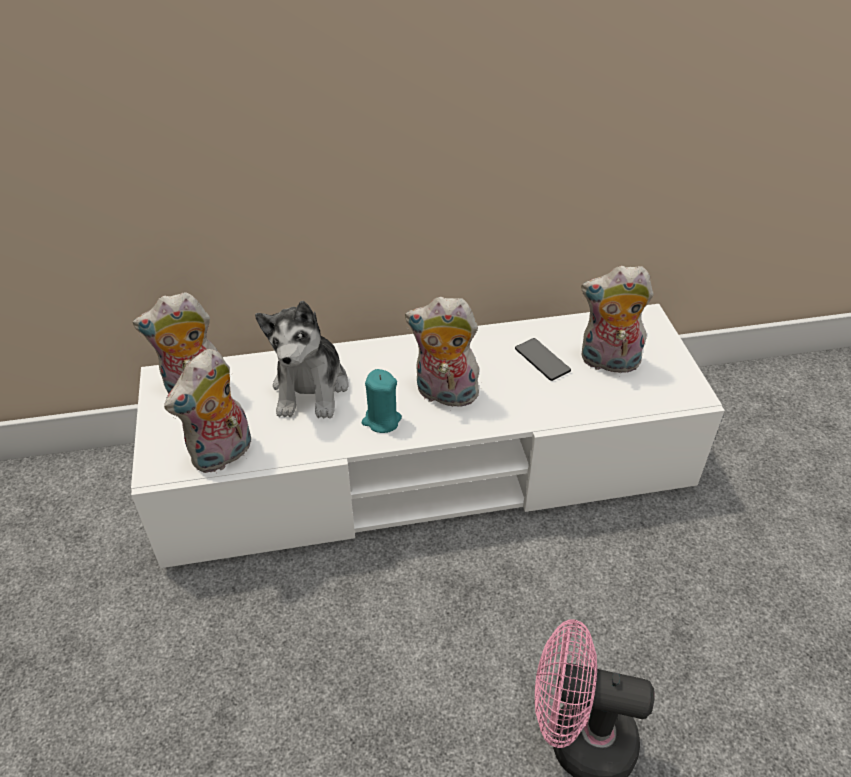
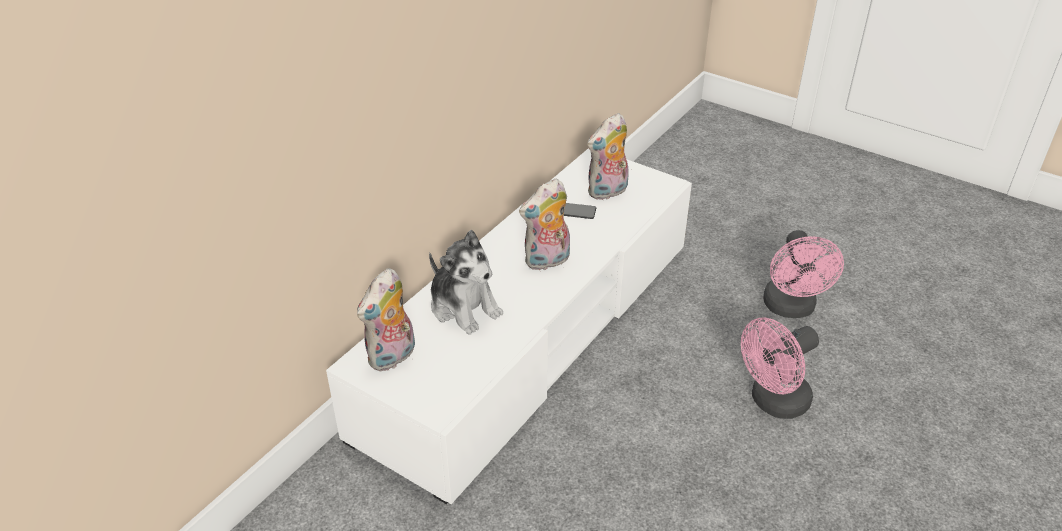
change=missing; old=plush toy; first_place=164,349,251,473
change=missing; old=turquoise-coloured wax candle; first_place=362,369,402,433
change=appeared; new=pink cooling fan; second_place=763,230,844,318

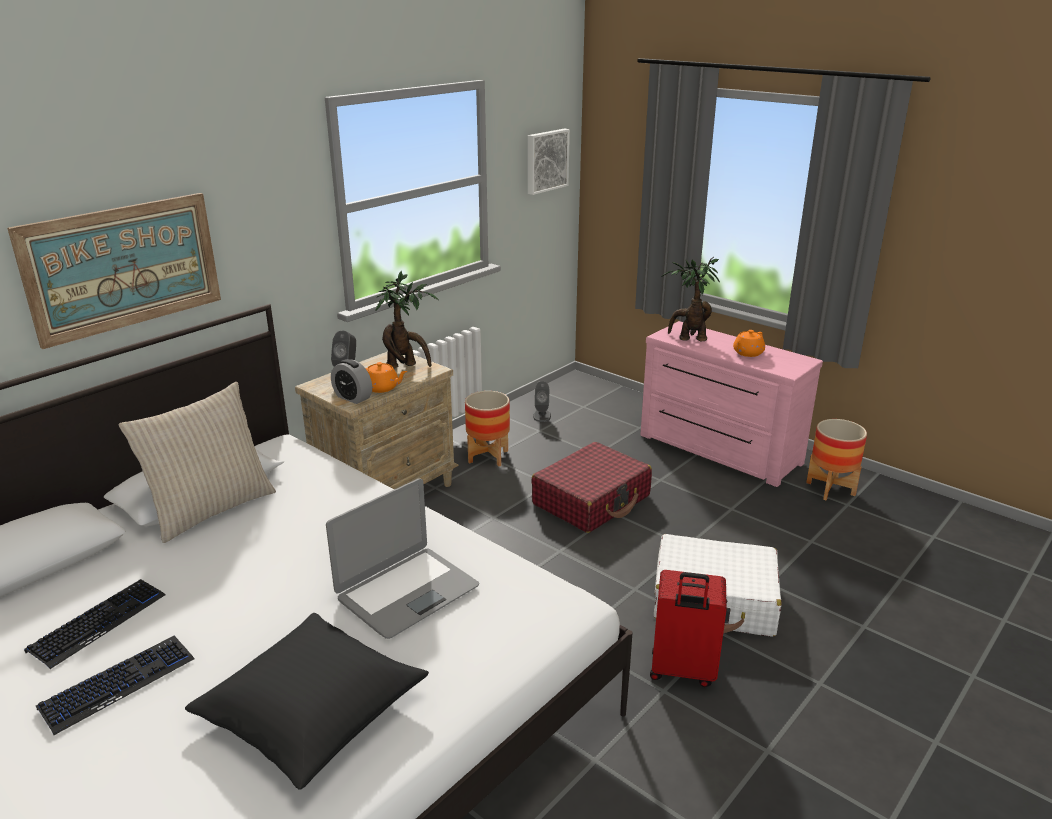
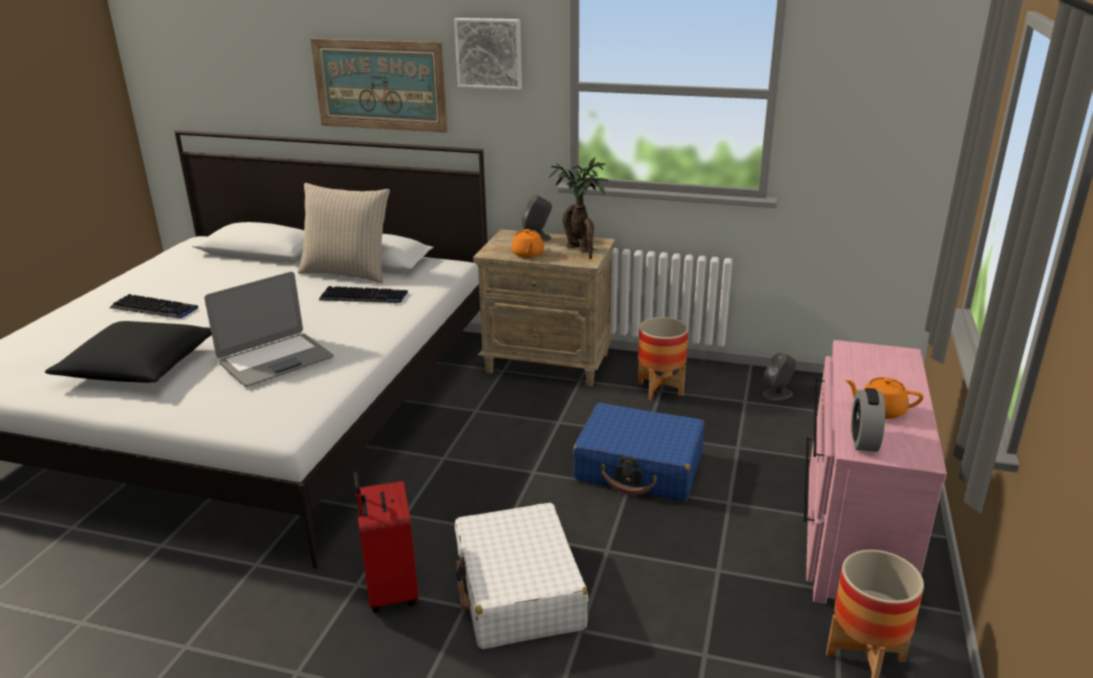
change=relocated; old=wall art; first_place=528,129,570,195; second_place=454,18,522,90
change=missing; old=houseplant; first_place=661,257,720,341
change=relocated; old=alarm clock; first_place=331,359,372,404; second_place=851,388,885,452
change=colour; old=reddish piece of luggage; new=blue piece of luggage; first_place=531,442,652,533; second_place=573,403,705,501
change=spun; old=notebook computer; first_place=326,478,479,639; second_place=204,272,333,387; degrees=-60
change=relocated; old=PC keyboard; first_place=24,579,165,669; second_place=319,286,408,303

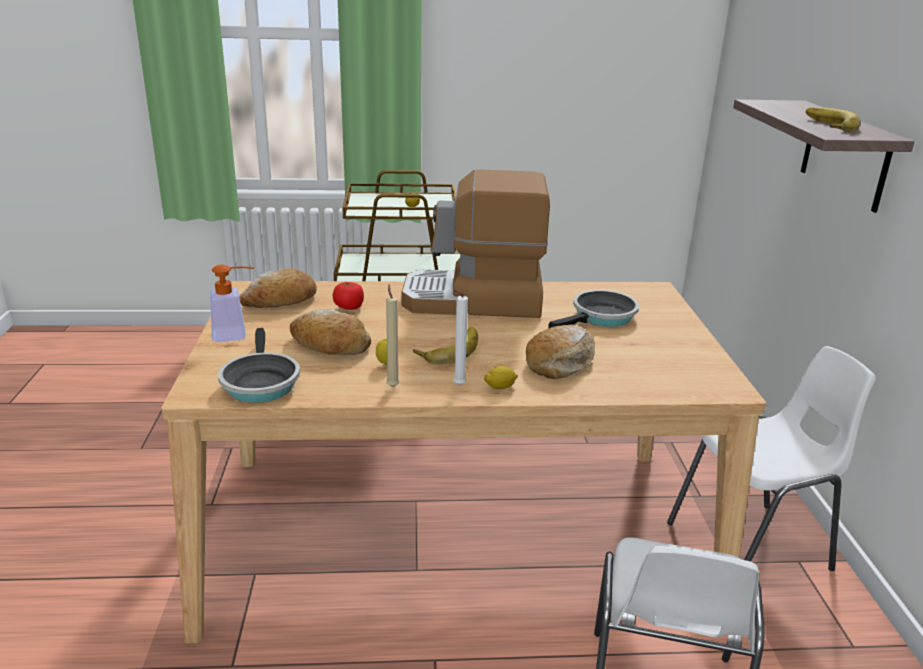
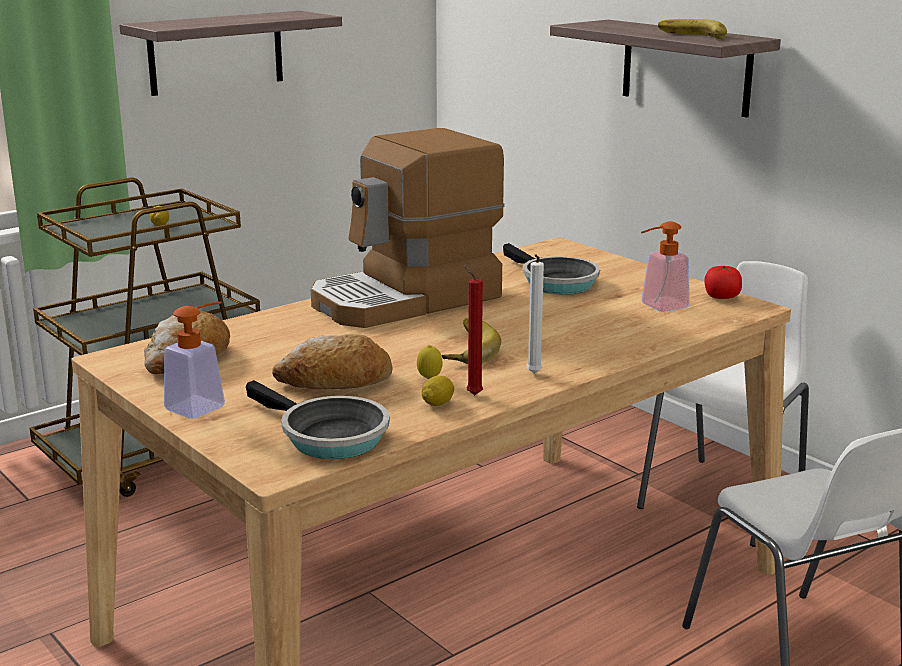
change=relocated; old=tomato; first_place=332,282,364,310; second_place=704,266,742,299
change=colour; old=beige-coloured wax candle; new=reddish wax candle; first_place=386,284,400,387; second_place=464,265,483,395
change=spun; old=frying pan; first_place=548,290,639,329; second_place=503,243,600,295; degrees=135
change=missing; old=bread; first_place=526,324,595,379
change=relocated; old=citrus fruit; first_place=484,366,518,389; second_place=421,376,454,406
change=appeared; new=bracket shelf; second_place=119,11,342,96
change=appeared; new=liquid soap bottle; second_place=641,221,690,312

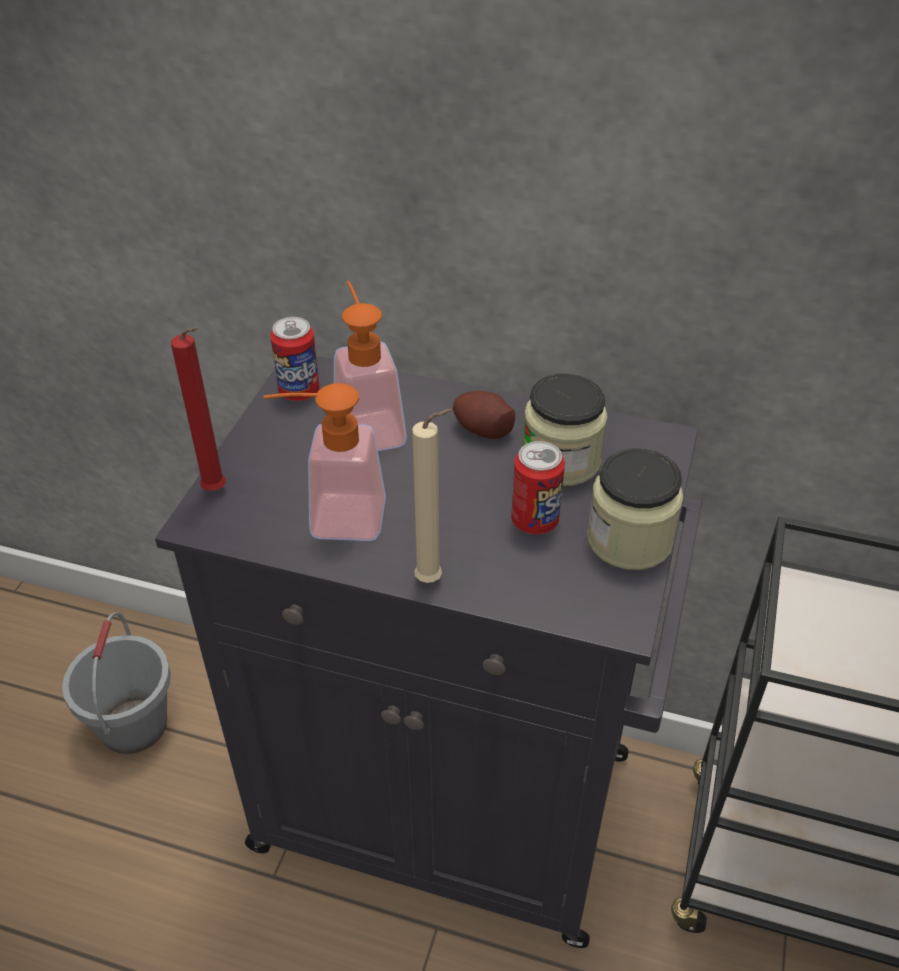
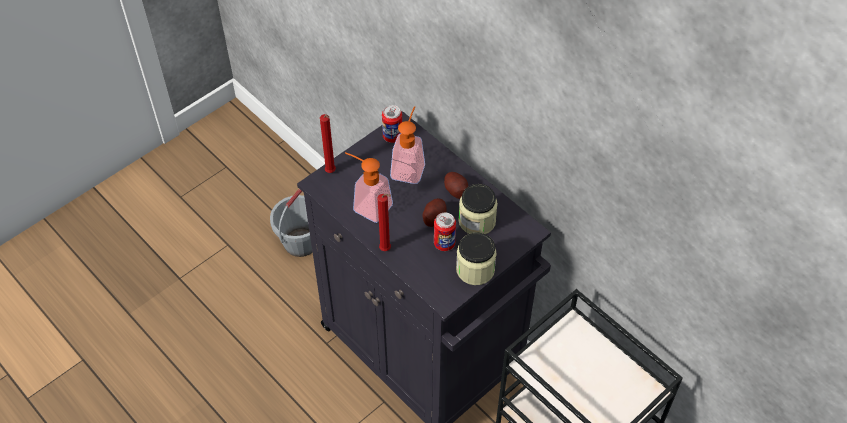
change=colour; old=beige-coloured wax candle; new=reddish wax candle; first_place=412,409,452,583; second_place=377,194,391,251
change=appeared; new=spud; second_place=423,198,447,227

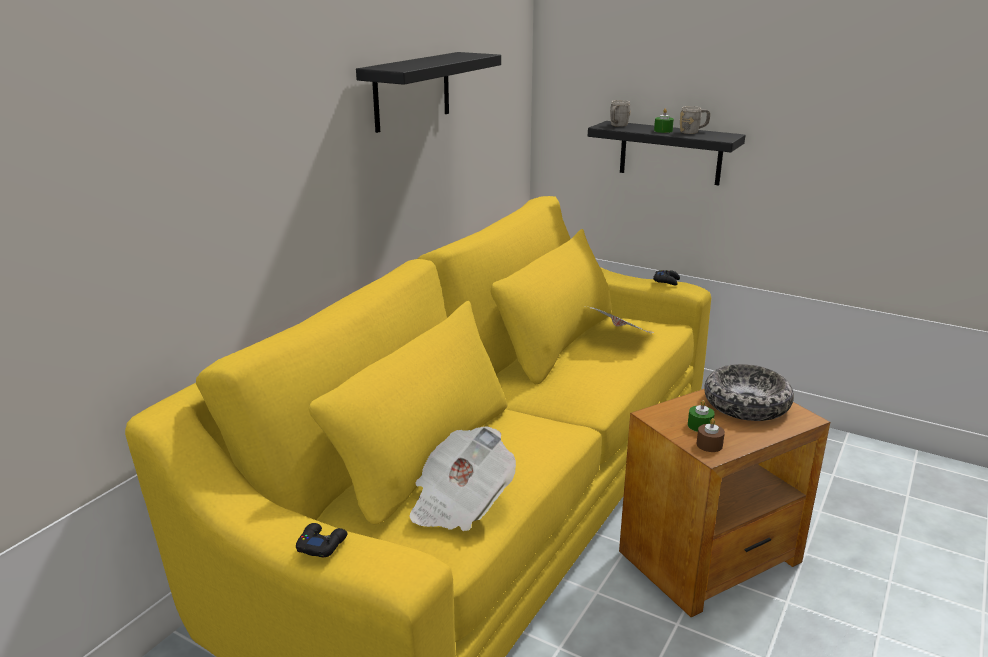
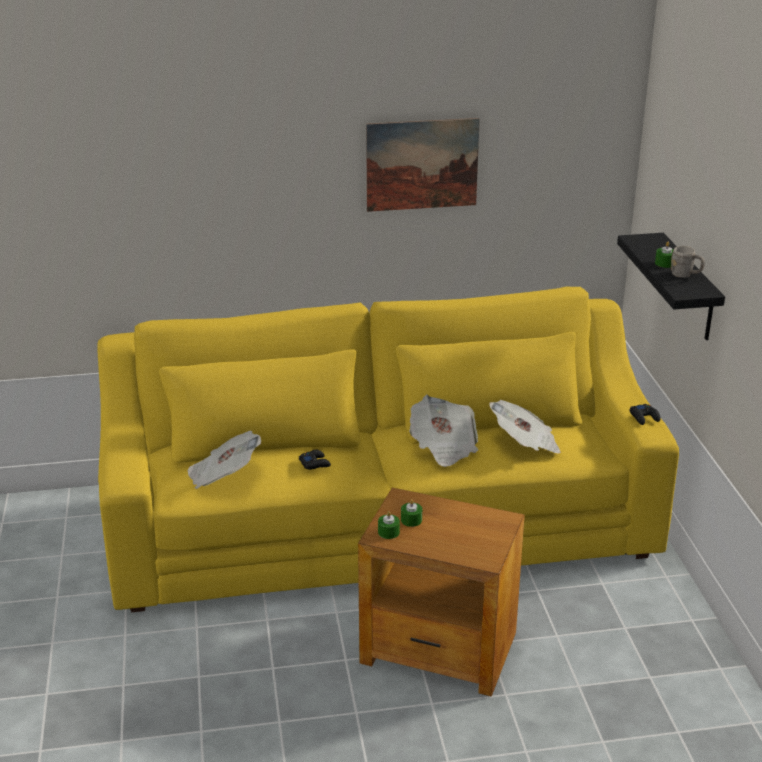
change=exchanged; old=black bracket shelf; new=wall art; first_place=356,52,501,133; second_place=366,118,480,212
change=missing; old=gray coffee mug; first_place=610,100,631,127
change=missing; old=serving bowl; first_place=704,364,794,421
change=colour; old=brownish wax candle; new=greenish wax candle; first_place=696,418,725,452; second_place=378,511,400,539
change=relocated; old=black game controller; first_place=296,523,347,558; second_place=299,450,331,470
change=appeared; new=daily paper; second_place=409,394,478,467

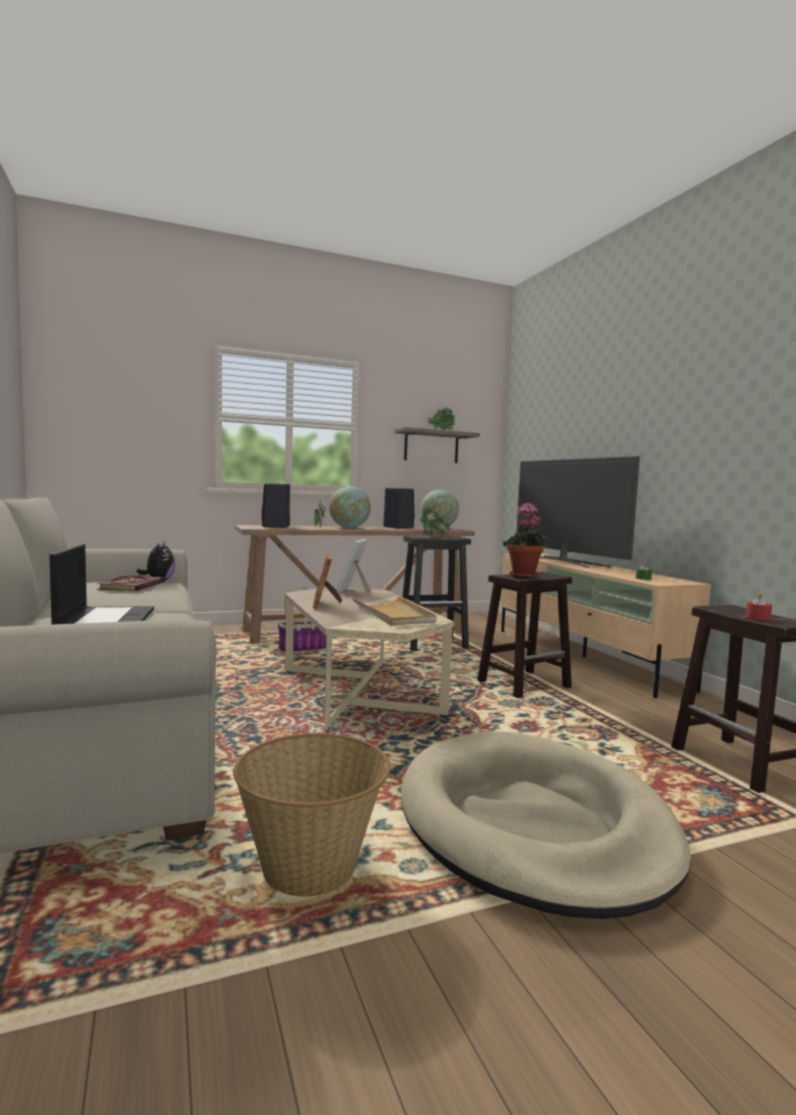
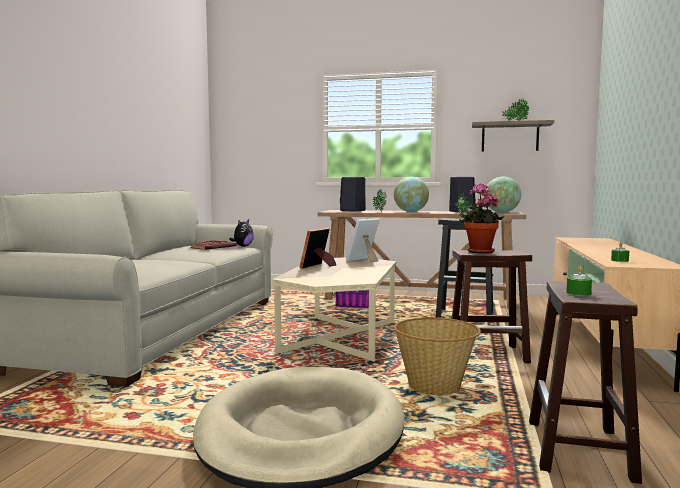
change=missing; old=TV; first_place=516,456,640,568
change=missing; old=notebook computer; first_place=49,544,154,625
change=colour; old=reddish wax candle; new=greenish wax candle; first_place=746,592,772,620; second_place=566,266,592,296
change=missing; old=beige-coloured tray; first_place=352,596,436,626
change=relocated; old=household basket; first_place=233,733,391,897; second_place=394,317,481,395

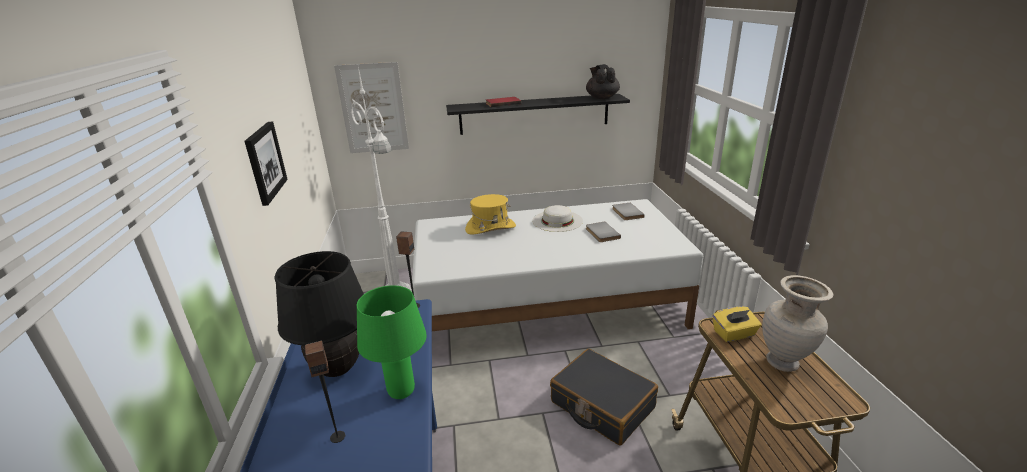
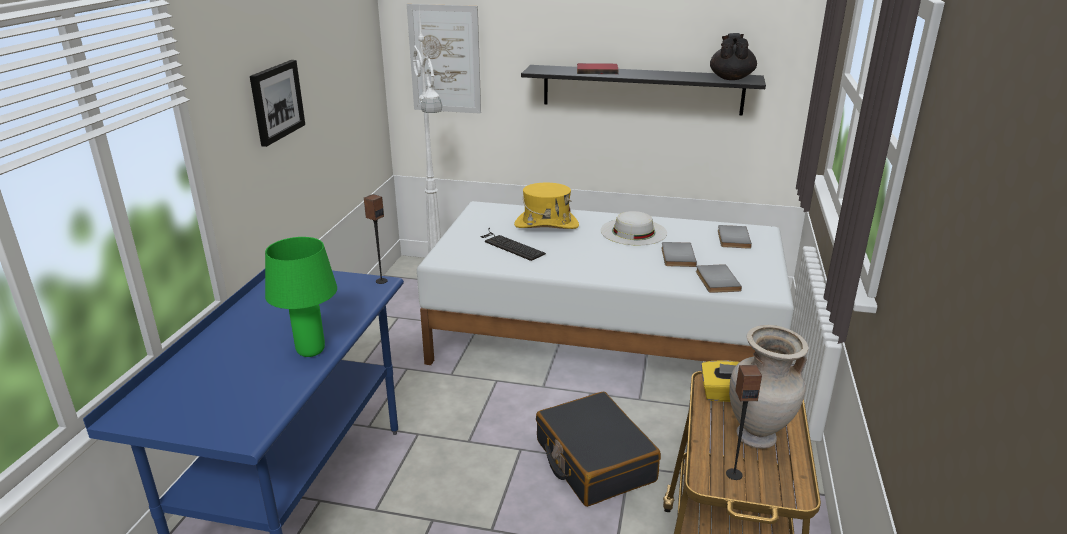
change=missing; old=black tabletop lamp; first_place=275,251,364,377
change=relocated; old=speaker; first_place=305,341,345,443; second_place=726,365,762,480
change=appeared; new=PC keyboard; second_place=480,228,546,261
change=appeared; new=gray bound book; second_place=696,264,742,293

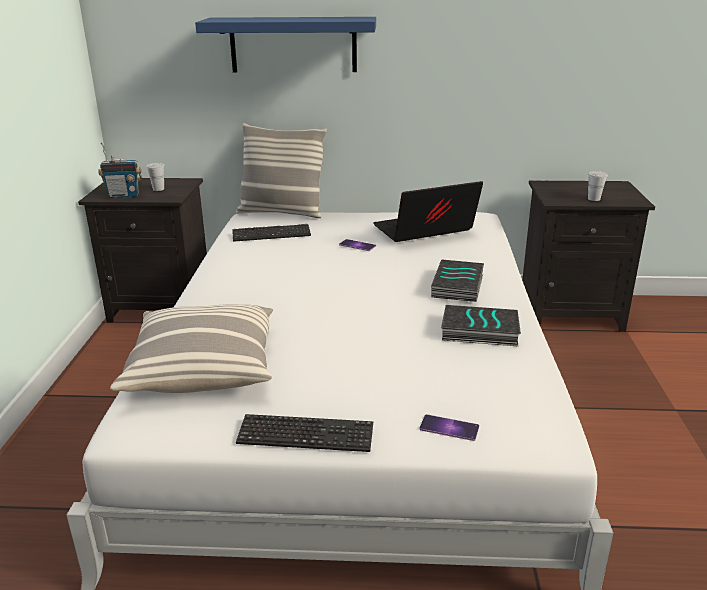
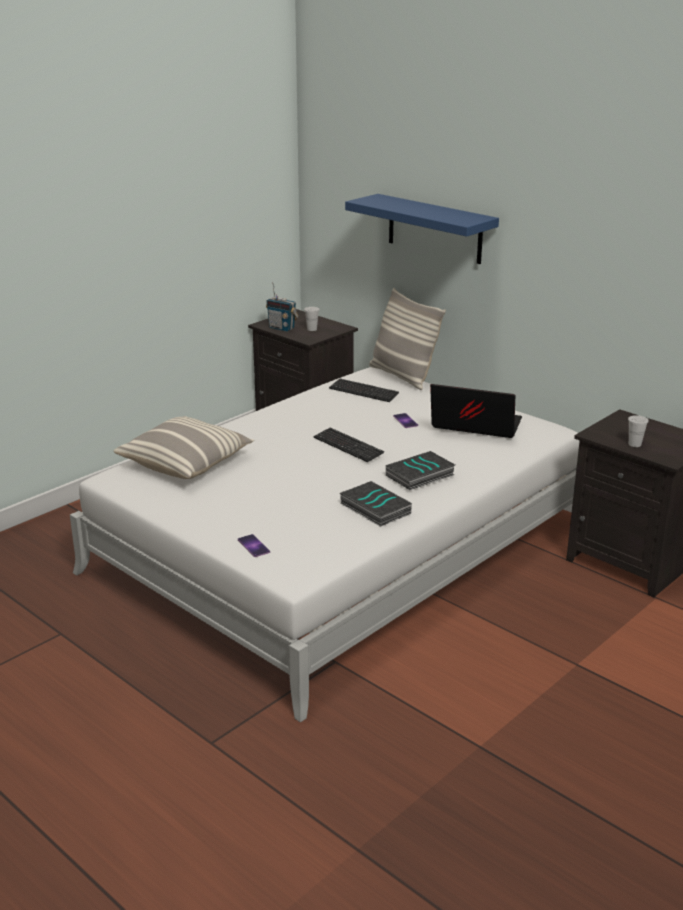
change=relocated; old=PC keyboard; first_place=236,414,373,452; second_place=314,428,384,462

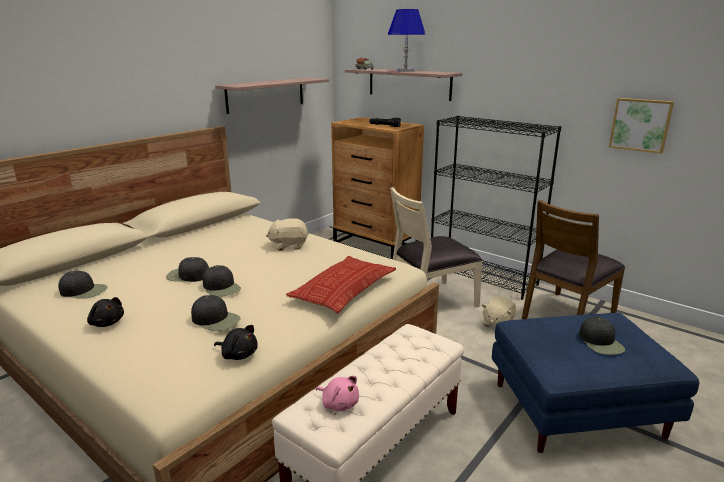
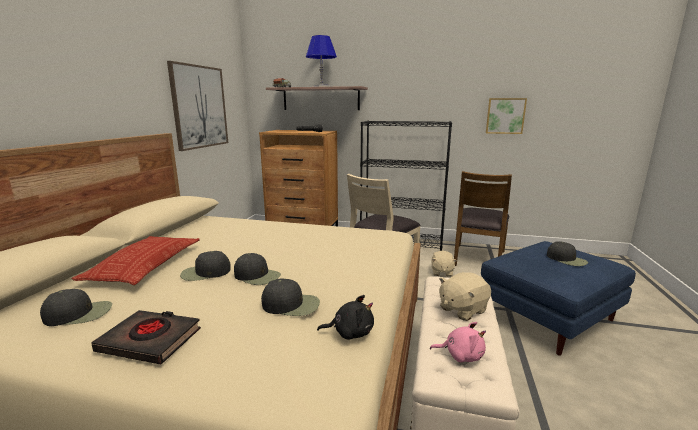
change=exchanged; old=bracket shelf; new=wall art; first_place=215,78,329,114; second_place=167,61,228,151
change=relocated; old=beige-coloured plush toy; first_place=266,218,309,251; second_place=439,272,491,321
change=relocated; old=pillow; first_place=286,256,396,313; second_place=72,236,199,285
change=exchanged; old=black plush toy; new=black bound book; first_place=87,297,124,327; second_place=91,310,201,364

